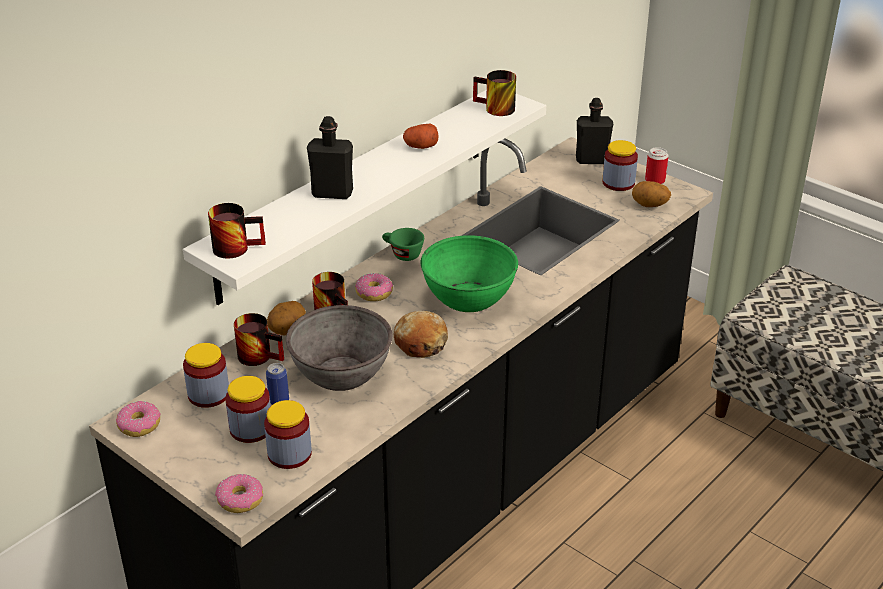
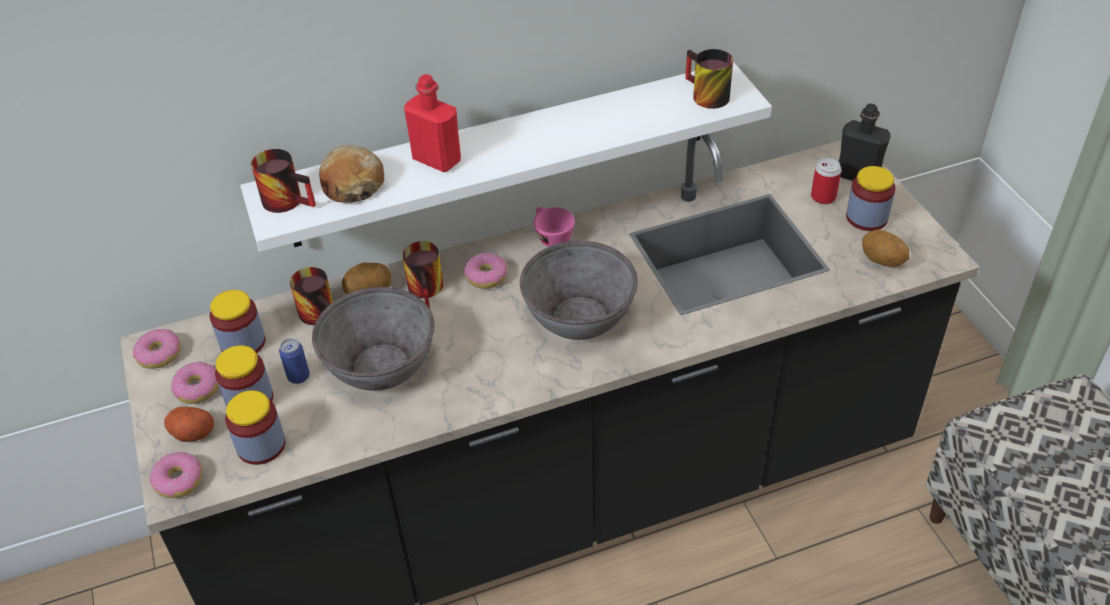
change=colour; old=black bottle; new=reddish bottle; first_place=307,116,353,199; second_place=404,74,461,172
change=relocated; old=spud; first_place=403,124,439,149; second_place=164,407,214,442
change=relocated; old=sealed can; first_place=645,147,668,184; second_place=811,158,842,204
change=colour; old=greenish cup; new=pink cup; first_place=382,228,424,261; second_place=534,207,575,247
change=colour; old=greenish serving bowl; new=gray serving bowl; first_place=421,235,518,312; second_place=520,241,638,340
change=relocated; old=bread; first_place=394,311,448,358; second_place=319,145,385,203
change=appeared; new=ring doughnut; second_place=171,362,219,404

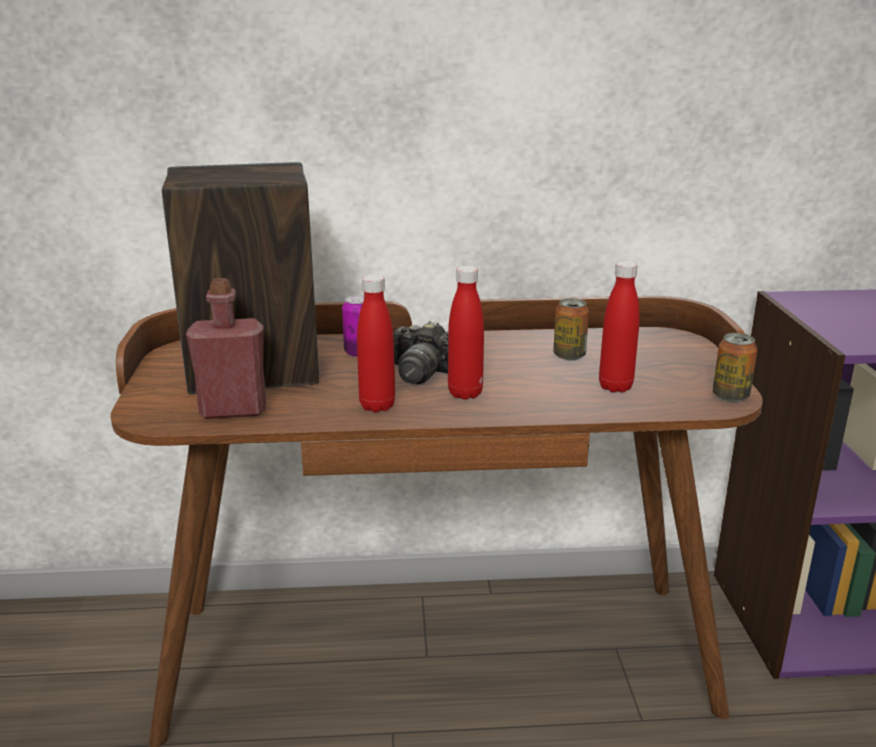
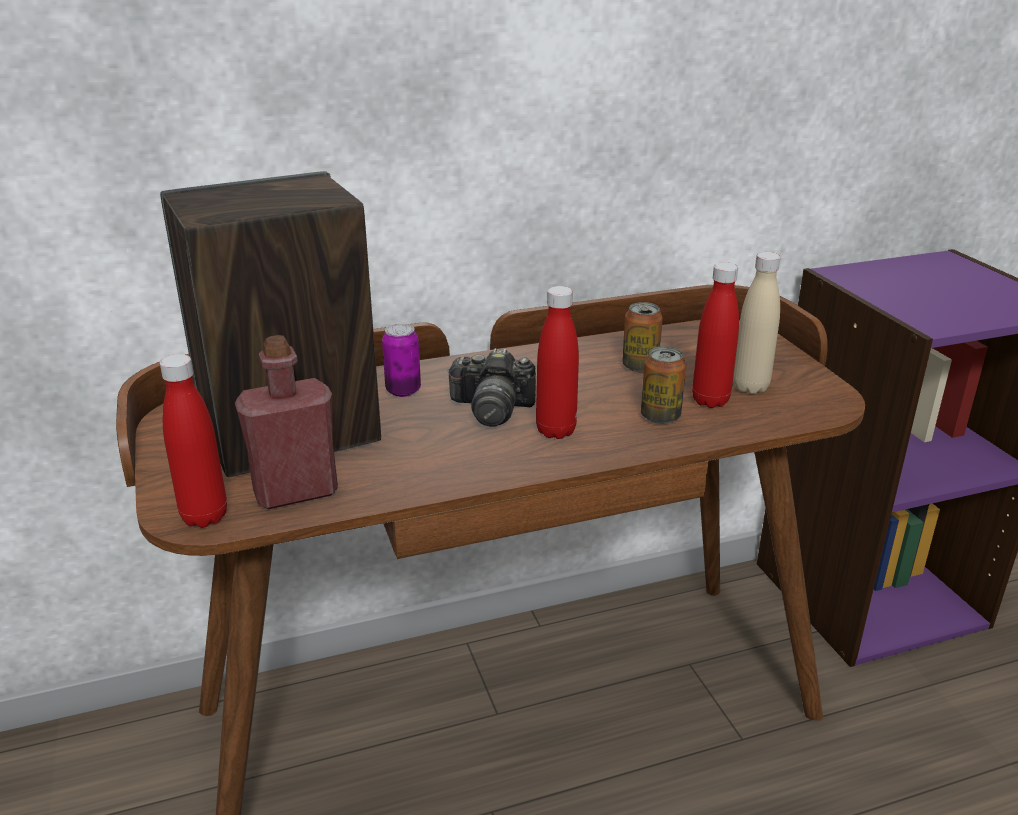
change=relocated; old=reddish bottle; first_place=357,274,395,412; second_place=160,354,227,528
change=relocated; old=sealed can; first_place=713,333,757,402; second_place=641,346,686,424
change=appeared; new=beige-coloured bottle; second_place=733,252,780,394

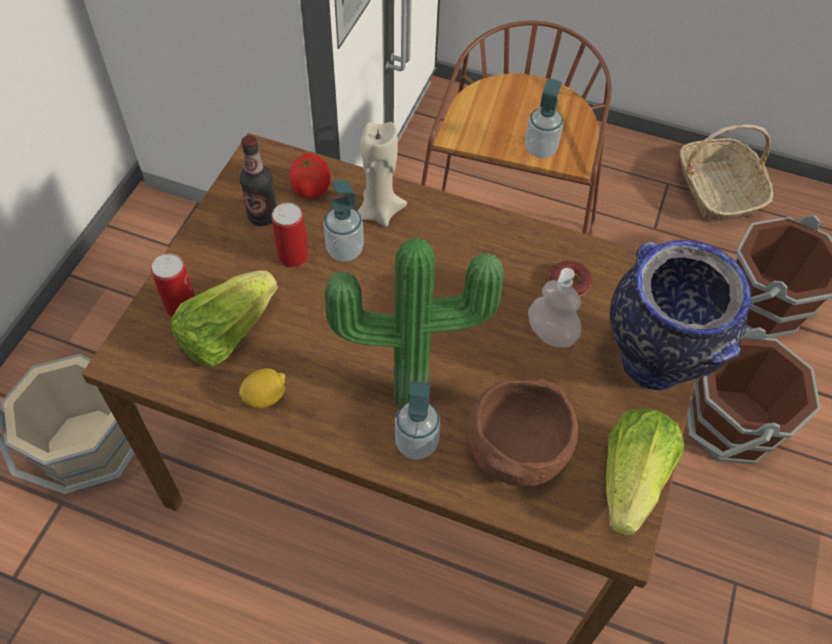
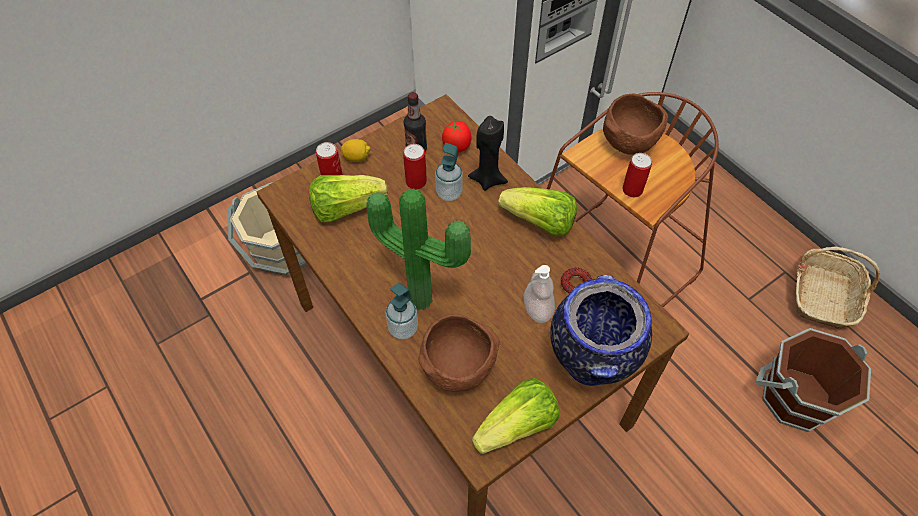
change=exchanged; old=liquid soap bottle; new=sealed can; first_place=525,78,563,159; second_place=622,153,652,197
change=colour; old=beige-coloured wax candle; new=black wax candle; first_place=358,122,407,227; second_place=468,116,508,191
change=missing; old=brownish water bucket; first_place=687,327,821,464
change=relocated; old=citrus fruit; first_place=239,368,285,409; second_place=341,139,371,162
change=appeared; new=brownish serving bowl; second_place=603,94,668,155
change=appeared; new=lettuce; second_place=498,187,577,236

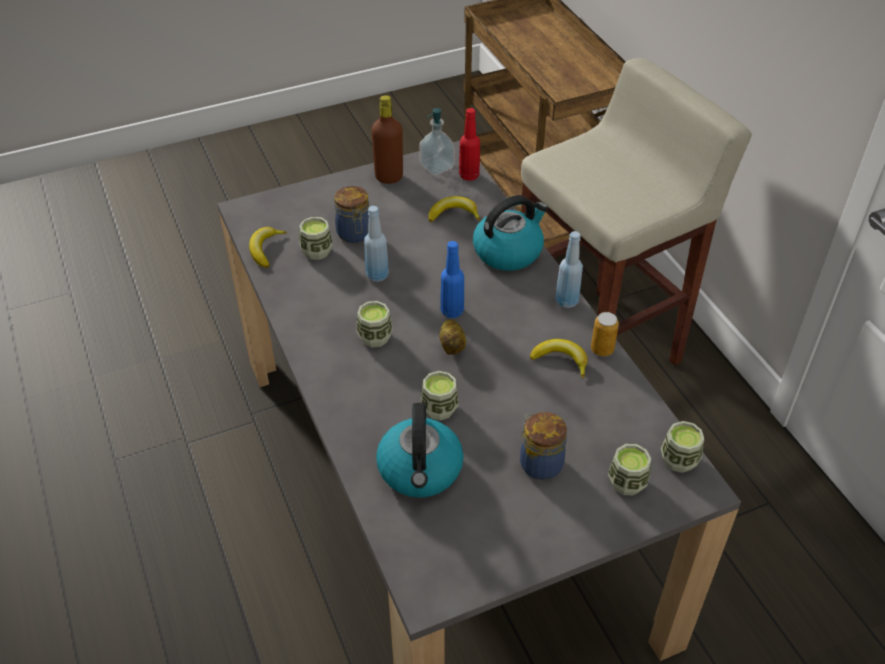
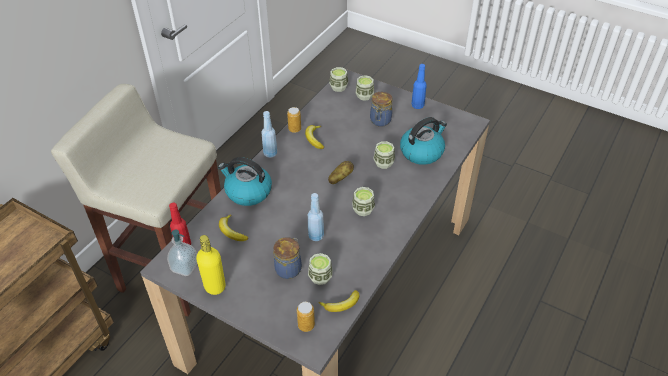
change=colour; old=brownish bottle; new=yellow-coloured bottle; first_place=371,95,403,184; second_place=196,235,226,295
change=relocated; old=blue bottle; first_place=440,241,464,318; second_place=411,64,427,109
change=appeared; new=sealed can; second_place=297,302,315,332

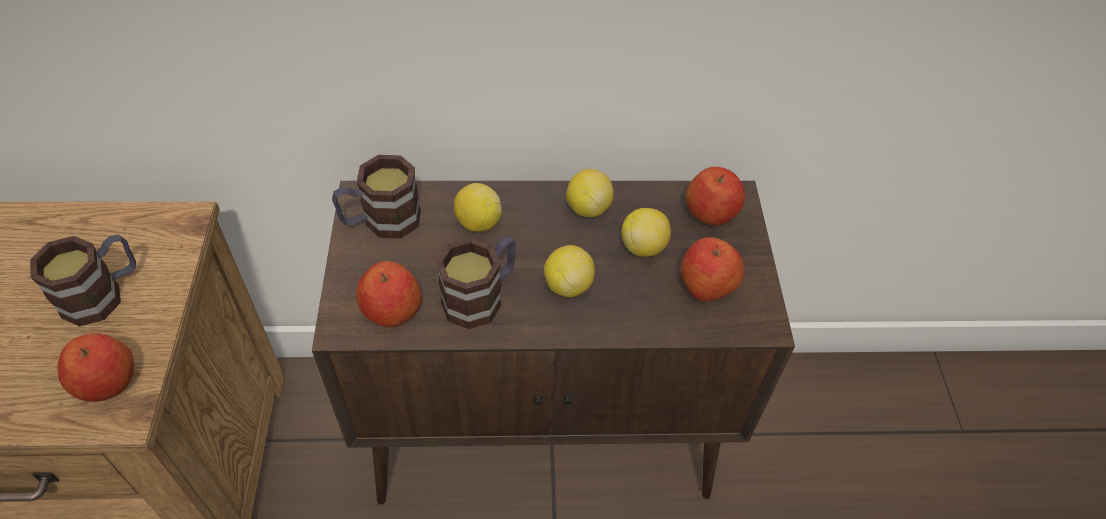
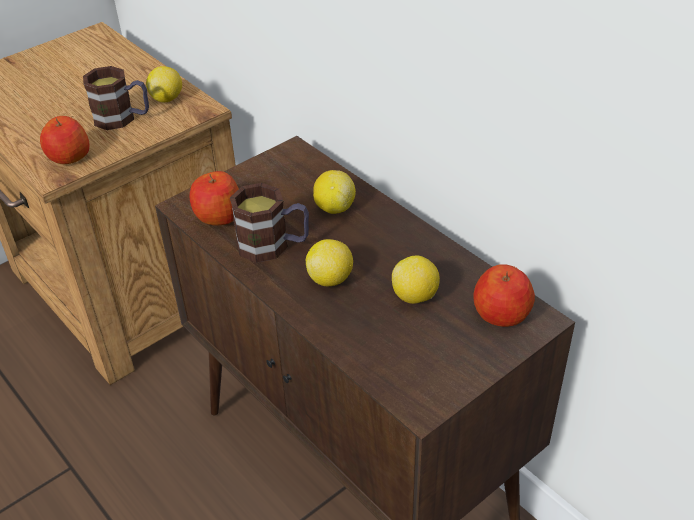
change=missing; old=coffee mug; first_place=332,155,421,238
change=relocated; old=citrus fruit; first_place=566,169,614,217; second_place=146,66,182,102
change=missing; old=apple fruit; first_place=681,237,744,302

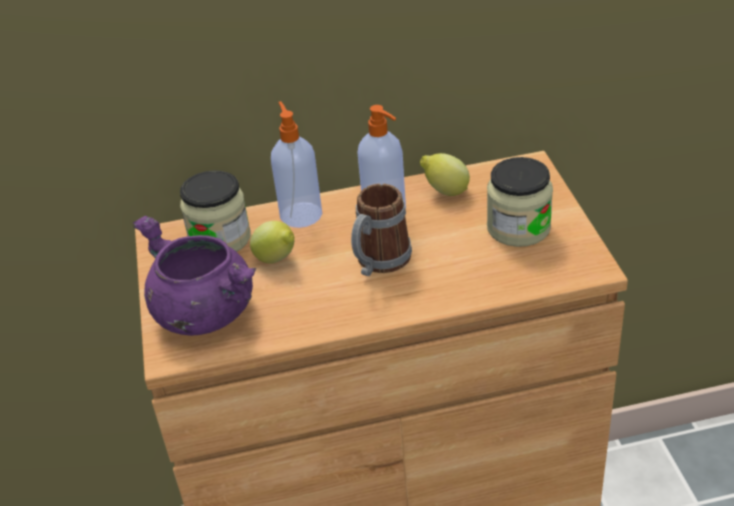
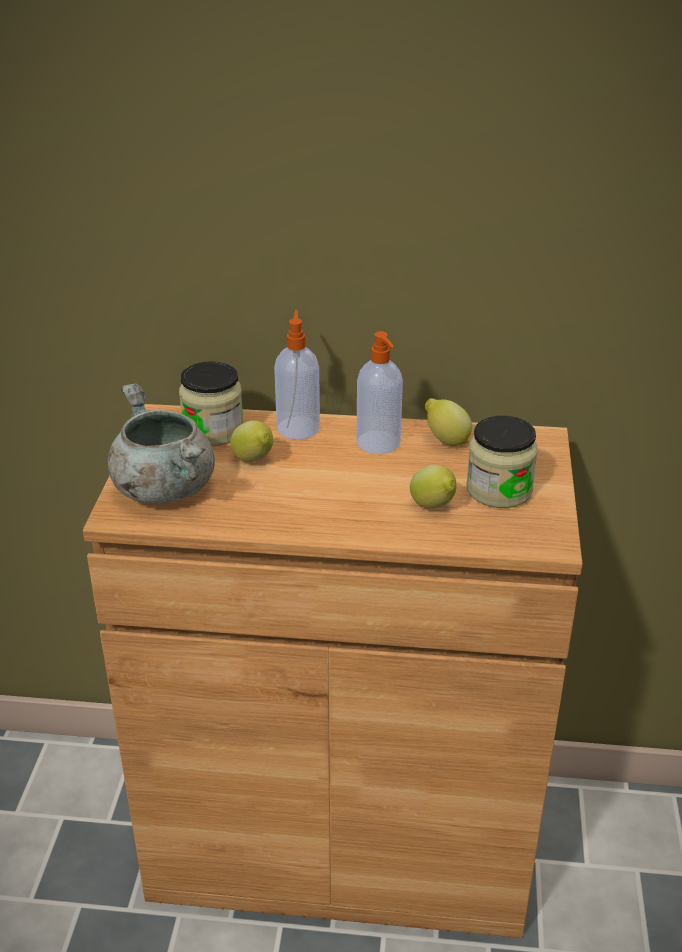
change=missing; old=coffee mug; first_place=351,184,412,276
change=colour; old=purple-coloured stockpot; new=gray stockpot; first_place=133,216,256,336; second_place=108,383,215,504
change=appeared; new=citrus fruit; second_place=410,465,457,509

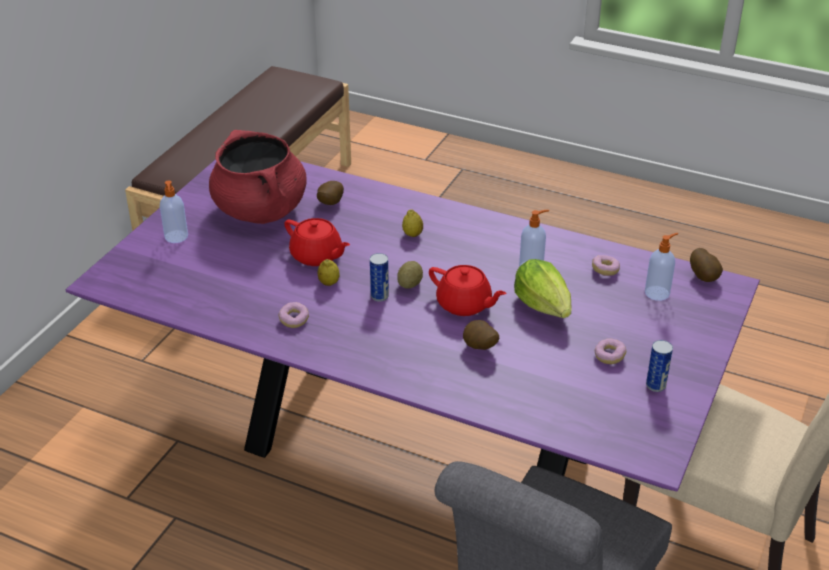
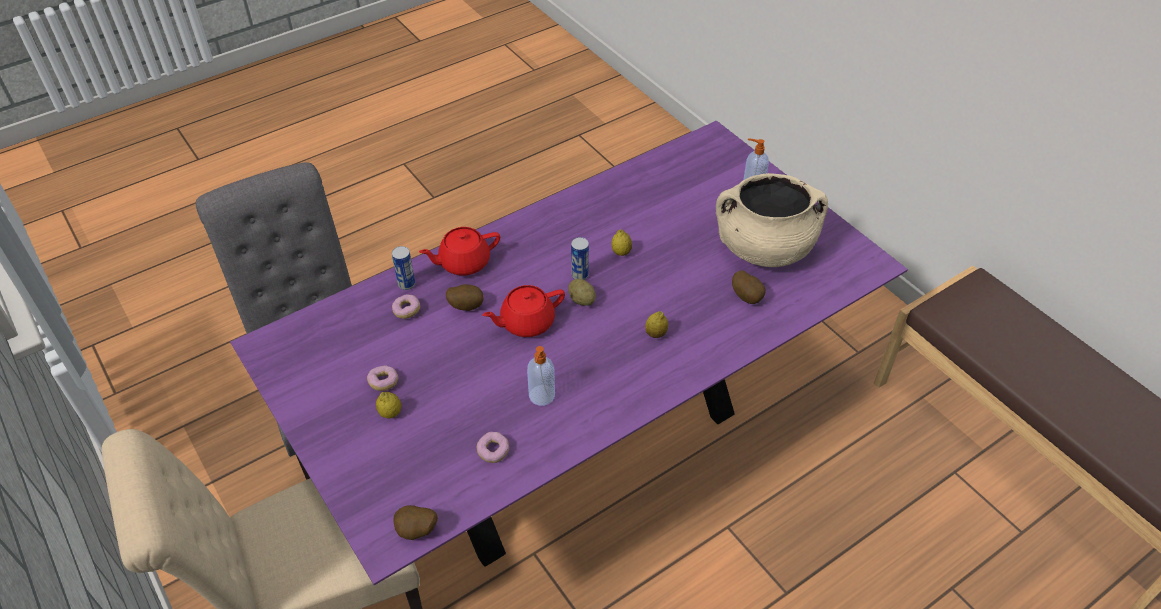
change=colour; old=reddish stockpot; new=beige-coloured stockpot; first_place=209,130,307,224; second_place=716,173,828,267
change=relocated; old=reddish pot for tea; first_place=284,218,350,266; second_place=419,227,500,275
change=missing; old=liquid soap bottle; first_place=645,233,678,301
change=missing; old=lettuce; first_place=514,259,572,318
change=relocated; old=ring doughnut; first_place=279,302,309,328; second_place=392,294,420,319
change=relocated; old=sealed can; first_place=646,340,673,392; second_place=392,246,415,290
change=appeared; new=citrus fruit; second_place=376,392,402,419

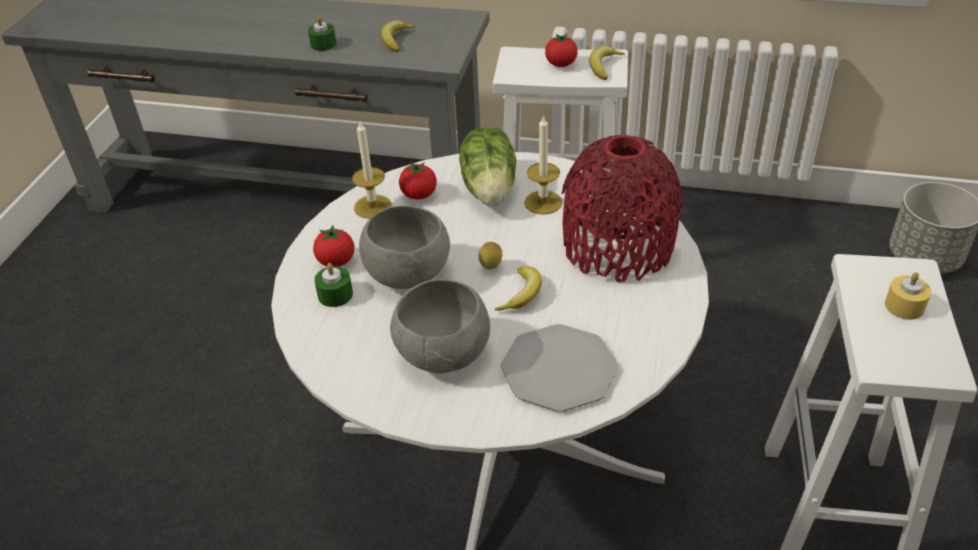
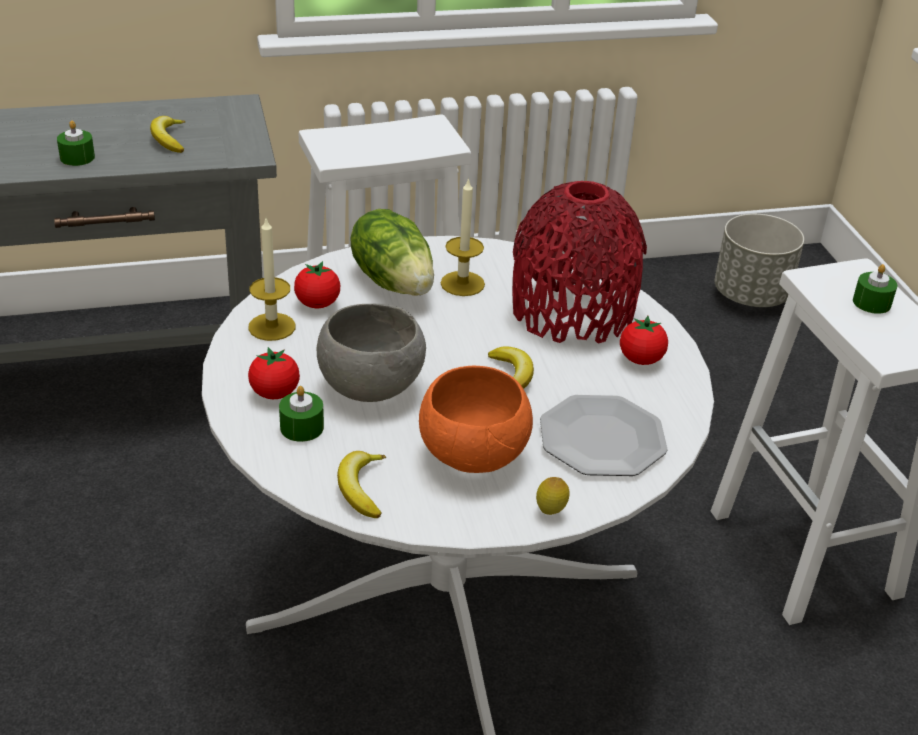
change=relocated; old=tomato; first_place=545,34,578,67; second_place=620,316,668,365
change=relocated; old=whole banana; first_place=589,46,625,80; second_place=337,451,386,518
change=relocated; old=citrus fruit; first_place=479,242,502,270; second_place=536,477,570,515
change=colour; old=yellow-coloured wax candle; new=greenish wax candle; first_place=885,272,931,320; second_place=853,264,897,314
change=colour; old=gray serving bowl; new=orange-coloured serving bowl; first_place=390,279,490,373; second_place=419,366,533,473

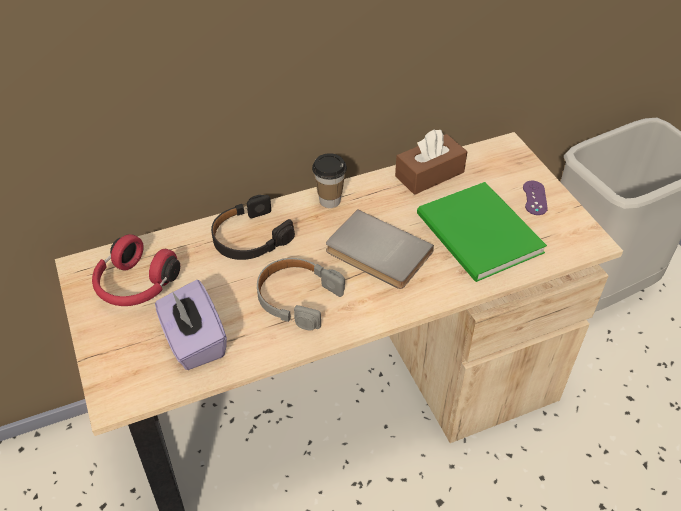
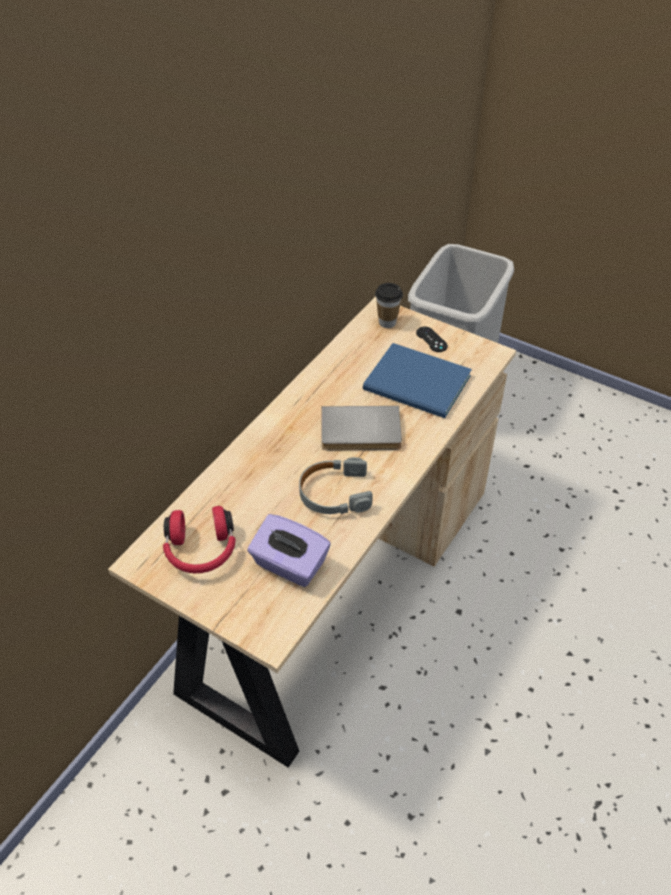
change=missing; old=brownish tissue box; first_place=395,129,468,195
change=relocated; old=cup; first_place=312,153,347,208; second_place=375,283,403,328
change=colour; old=purple-coloured game controller; new=black game controller; first_place=523,181,548,215; second_place=416,327,448,352
change=colour; old=greenish bound book; new=blue bound book; first_place=417,182,547,282; second_place=363,343,472,418
change=missing; old=black headset; first_place=211,195,295,260

